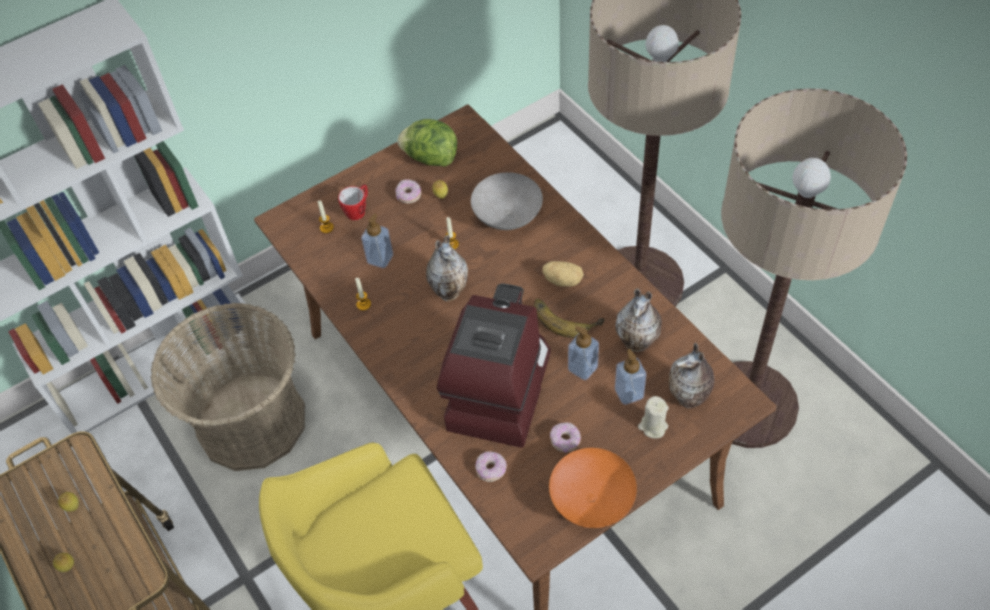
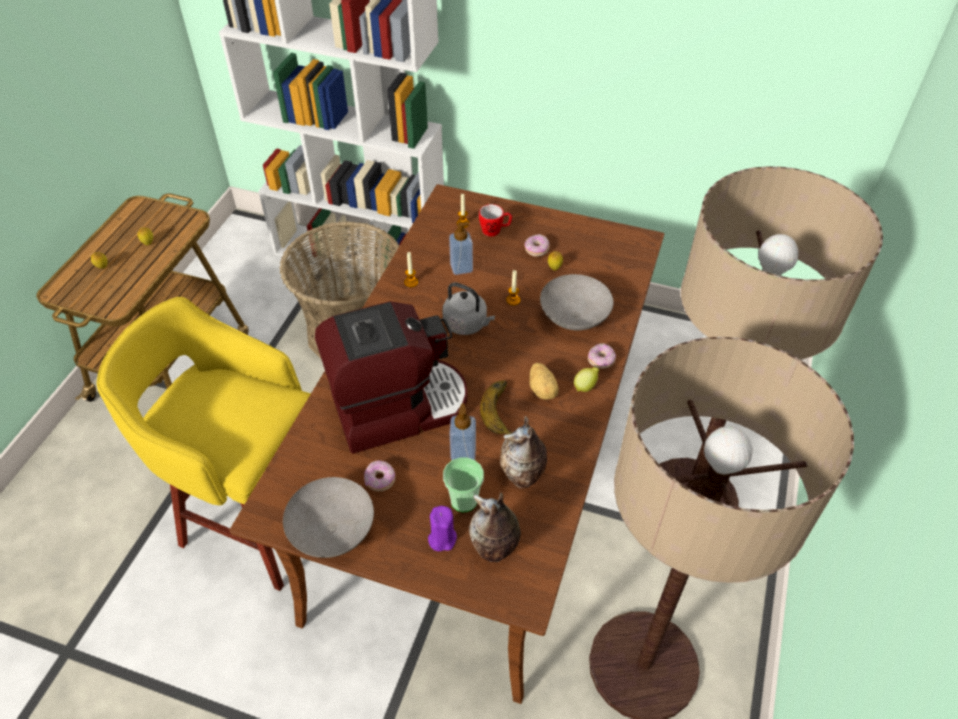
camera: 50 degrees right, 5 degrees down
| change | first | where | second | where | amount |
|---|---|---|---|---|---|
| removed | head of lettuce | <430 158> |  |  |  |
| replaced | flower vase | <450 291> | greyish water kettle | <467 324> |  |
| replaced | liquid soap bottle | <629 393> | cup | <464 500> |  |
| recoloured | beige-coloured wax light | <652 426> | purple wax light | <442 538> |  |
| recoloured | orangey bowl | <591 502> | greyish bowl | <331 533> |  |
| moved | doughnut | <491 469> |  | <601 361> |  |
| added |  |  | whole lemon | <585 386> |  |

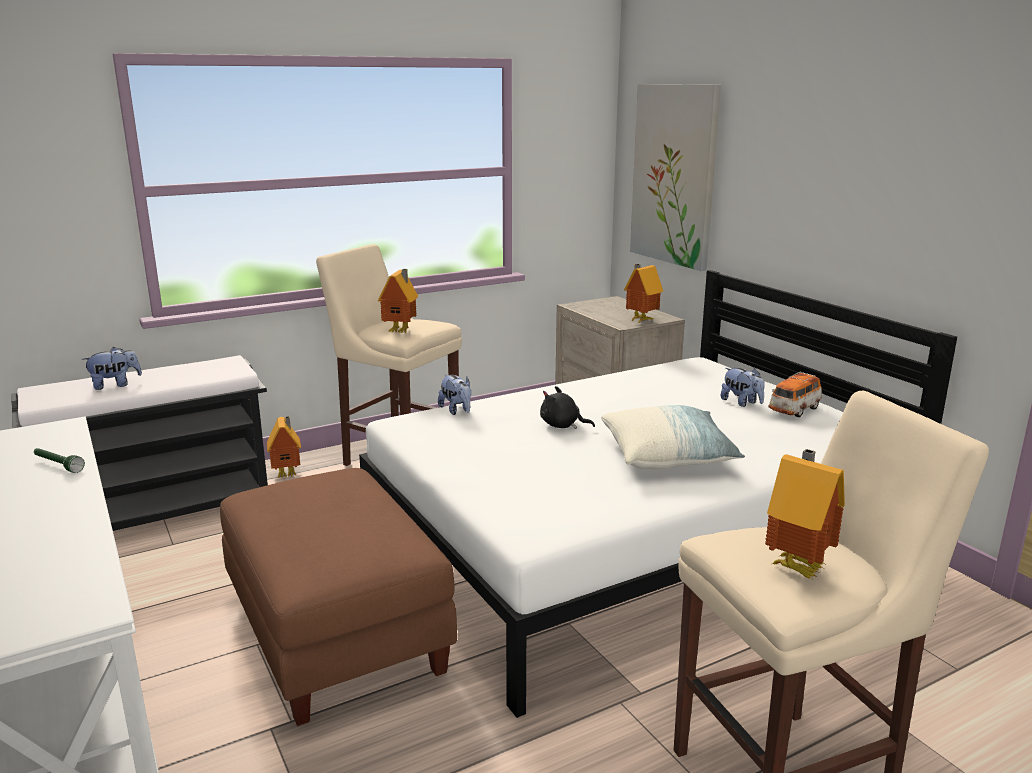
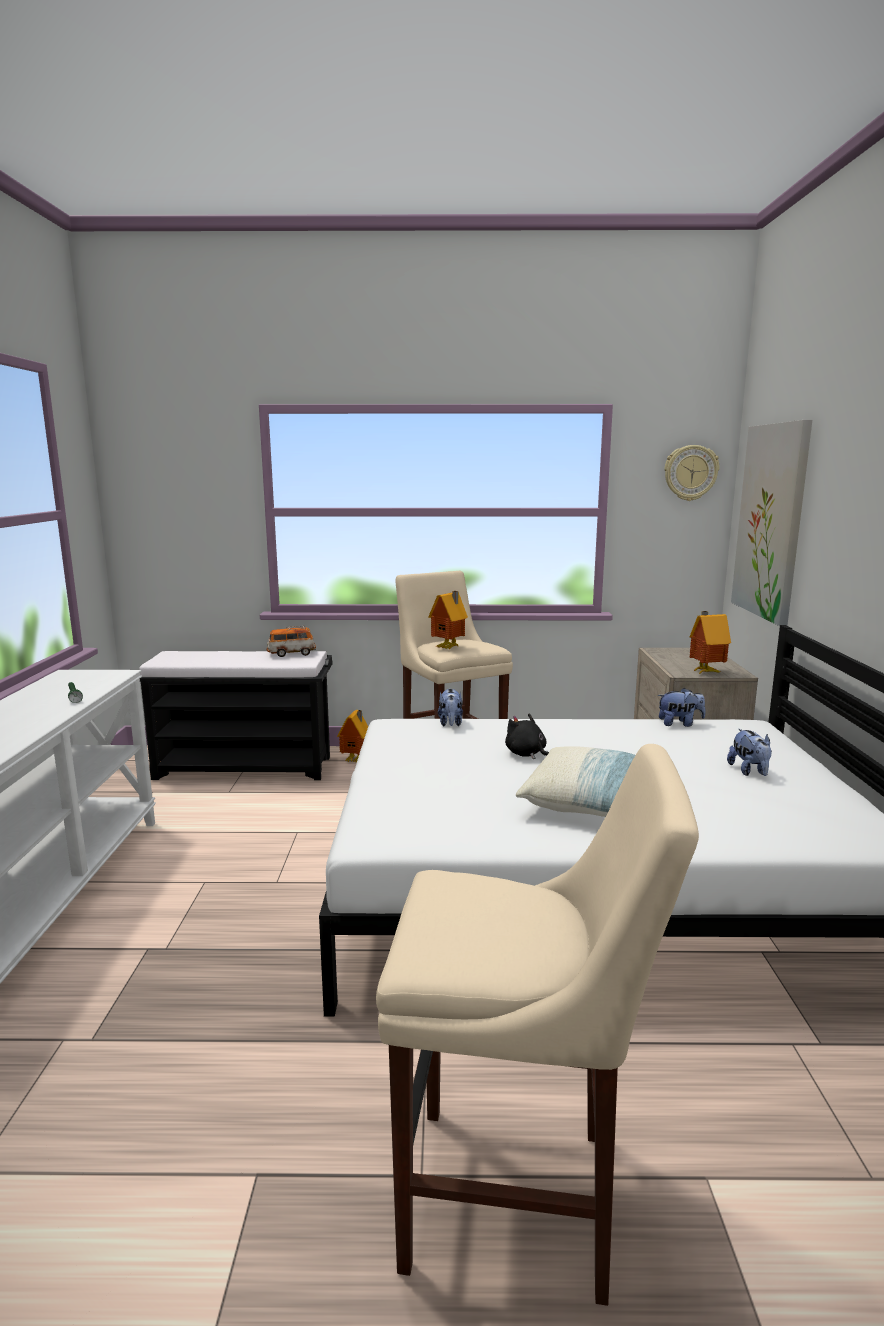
camera: 30 degrees right, 5 degrees down
| change | first | where | second | where | amount |
|---|---|---|---|---|---|
| moved | cuddly toy | <115 385> |  | <679 724> |  |
| moved | model car | <794 410> |  | <291 654> |  |
| removed | toy house | <798 567> |  |  |  |
| removed | brownish ottoman | <339 634> |  |  |  |
| added |  |  | clock on the wall | <690 473> |  |

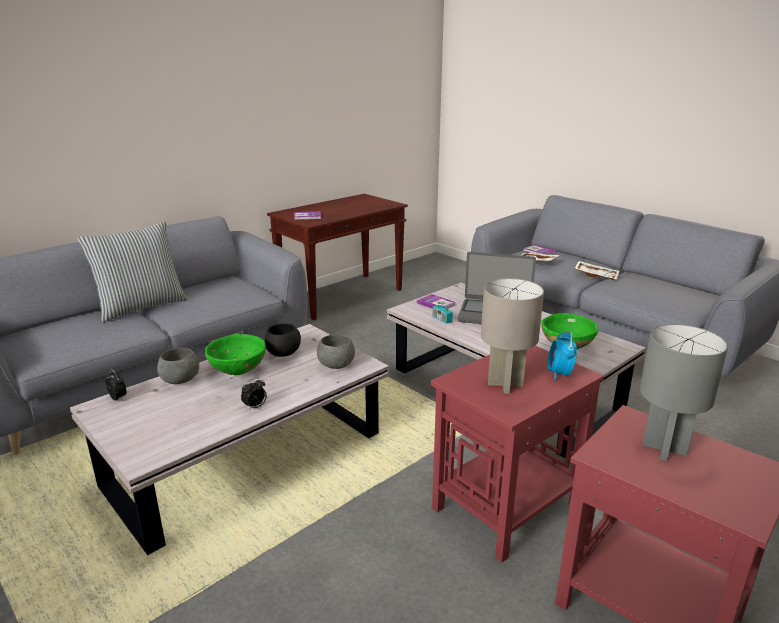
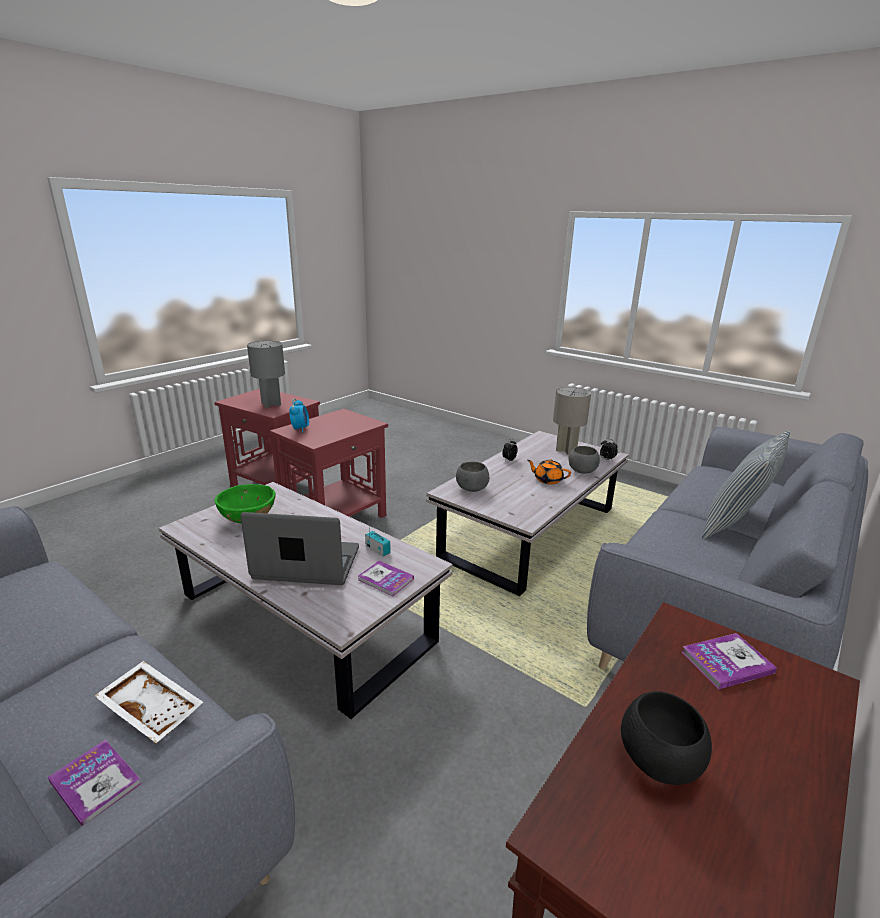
camera: 170 degrees right, 0 degrees up
| change | first | where | second | where | amount |
|---|---|---|---|---|---|
| removed | white-coloured serving tray | <596 275> |  |  |  |
| moved | greyish table lamp | <504 384> |  | <566 451> |  |
| moved | blackish bowl | <284 354> |  | <657 763> |  |
| replaced | greenish bowl | <238 371> | orangey tea pot | <547 480> |  |

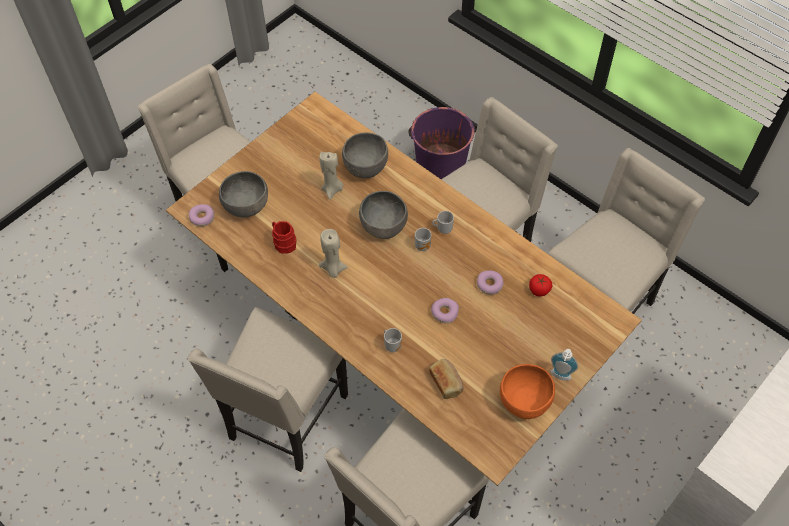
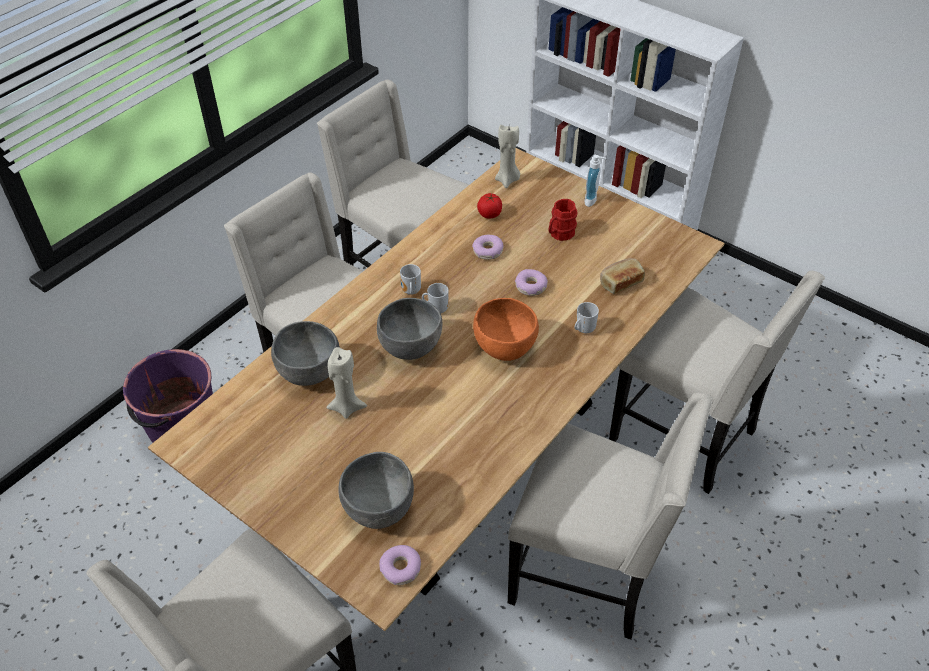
camera: 95 degrees left, 10 degrees down
| change | first | where | second | where | amount |
|---|---|---|---|---|---|
| moved | reddish mug | <283 242> |  | <559 234> |  |
| moved | beige-coloured wax light | <333 269> |  | <507 180> |  |
| moved | orangey bowl | <523 402> |  | <505 349> |  |

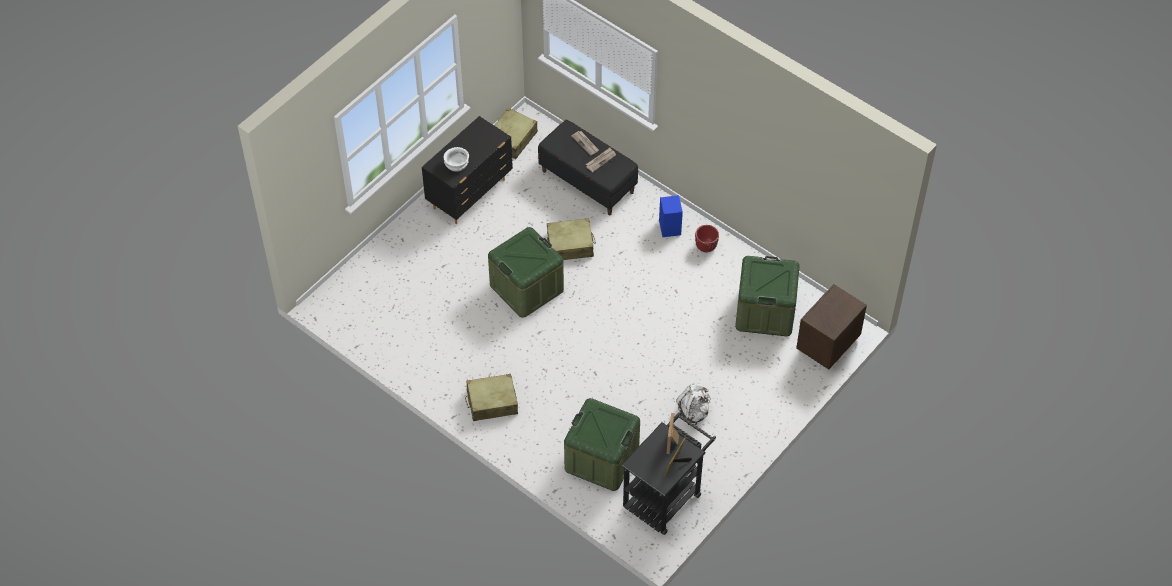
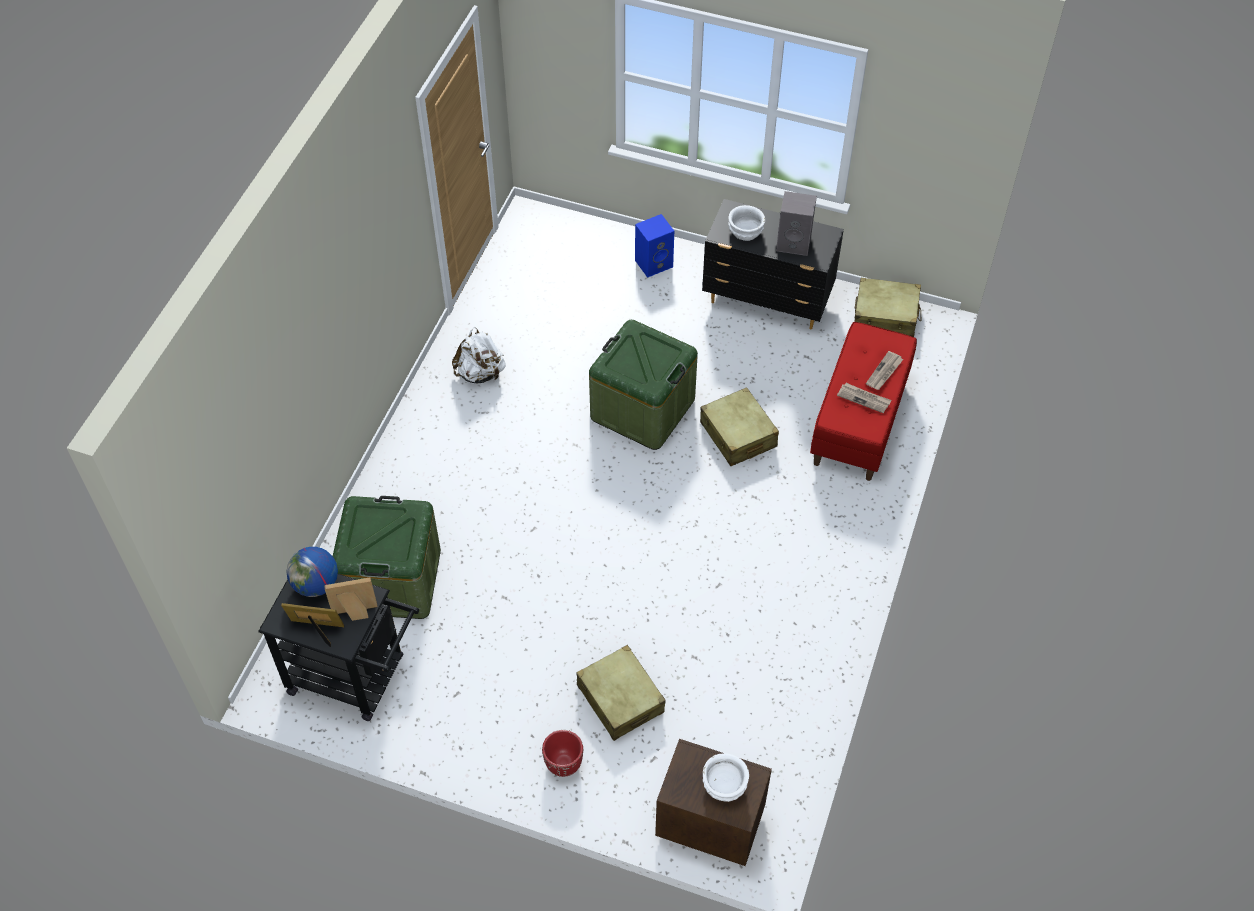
camera: 70 degrees right, 0 degrees up
| change | first | where | second | where | amount |
|---|---|---|---|---|---|
| recoloured | blackish bench | <588 181> | reddish bench | <859 422> |  |
| moved | blue-coloured speaker | <669 227> |  | <654 263> |  |
| moved | reddish flower pot | <706 247> |  | <563 764> |  |
| removed | greenish storage bin | <765 311> |  |  |  |
| moved | beige-coloured travel case | <492 402> |  | <620 699> |  |
| moved | white-coloured knapsack | <694 412> |  | <480 373> |  |
| added |  |  | greyish speaker | <794 242> |  |
| added |  |  | world globe | <316 584> |  |
| added |  |  | white-coloured bowl | <725 785> |  |

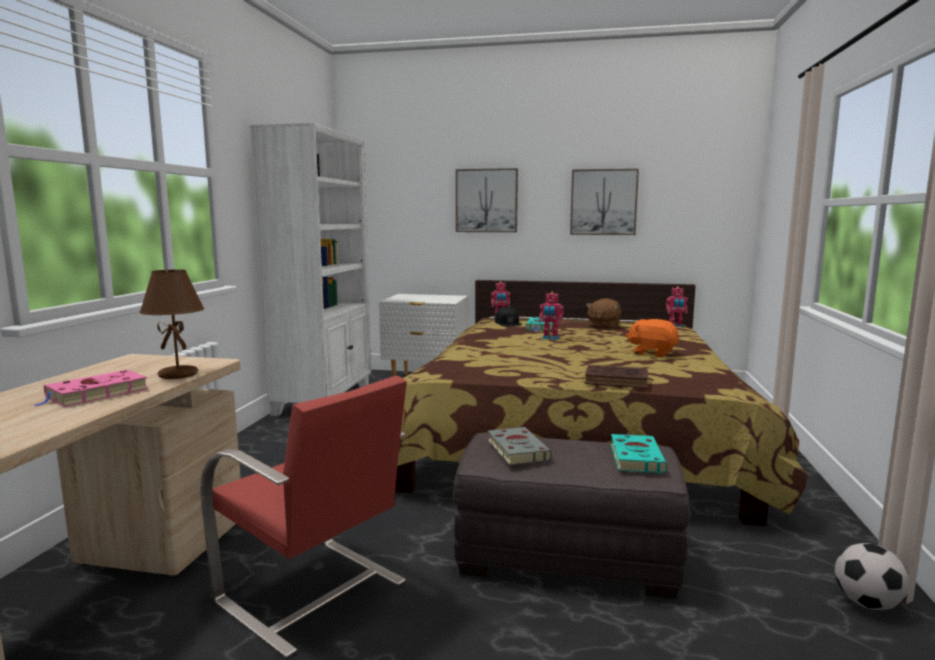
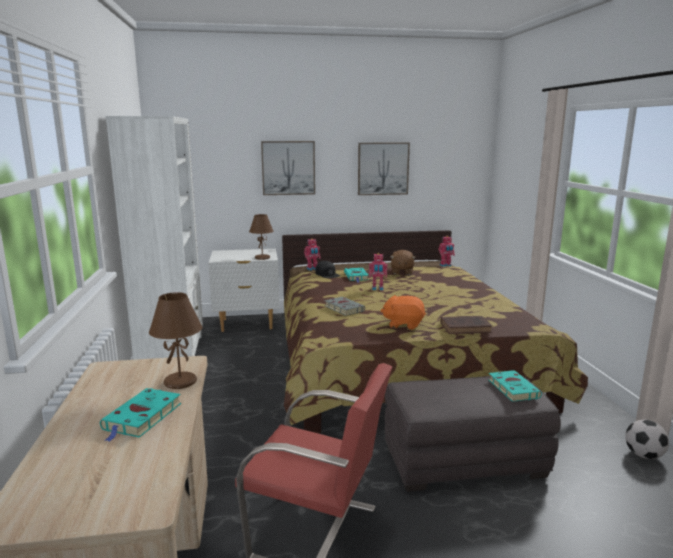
camera: 20 degrees left, 5 degrees up
| change | first | where | second | where | amount |
|---|---|---|---|---|---|
| moved | orangey cuddly toy | <652 353> |  | <403 324> |  |
| recoloured | pink book | <95 394> | turquoise book | <141 417> |  |
| moved | greyish book | <516 449> |  | <343 308> |  |
| added |  |  | brownish table lamp | <262 258> |  |

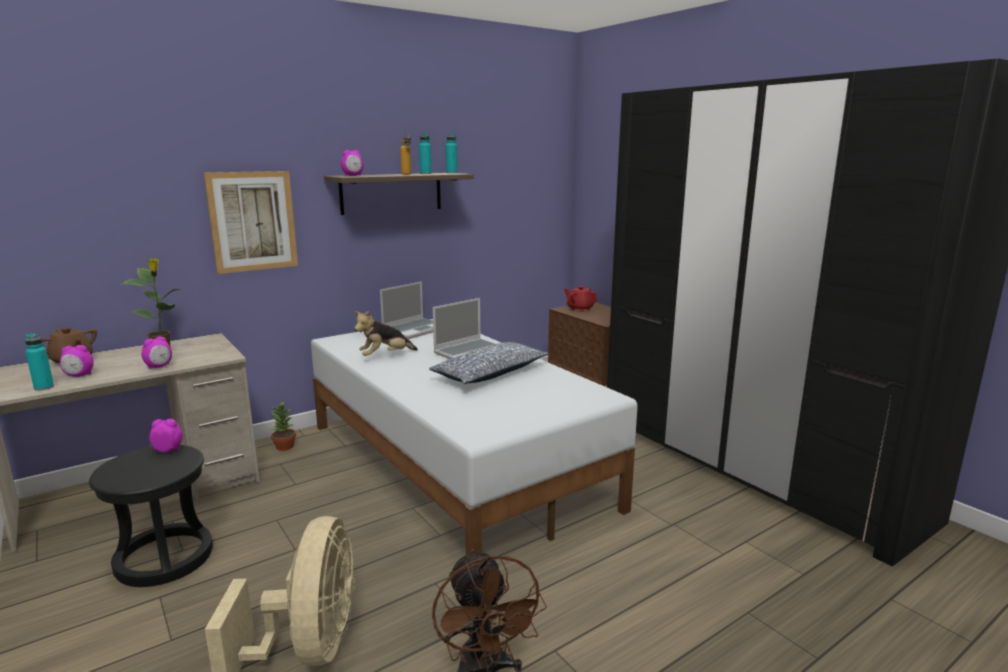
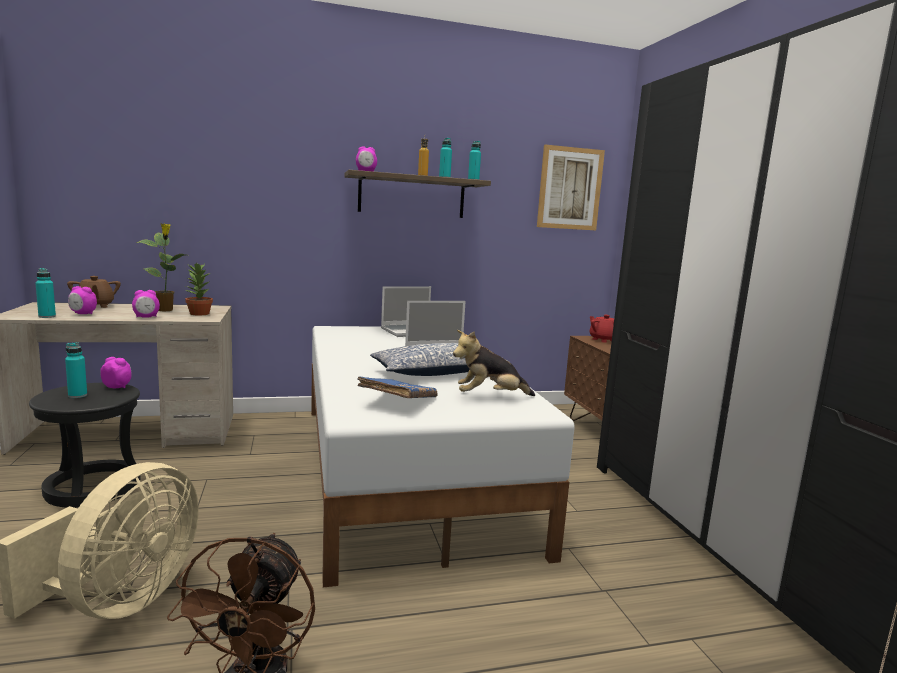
camera: 20 degrees right, 5 degrees down
| change | first | where | second | where | amount |
|---|---|---|---|---|---|
| moved | picture | <253 221> |  | <570 188> |  |
| moved | cuddly toy | <385 356> |  | <490 397> |  |
| moved | plant in a pot | <284 447> |  | <199 314> |  |
| added |  |  | turquoise bottle | <77 395> |  |
| added |  |  | blue-coloured book | <397 401> |  |

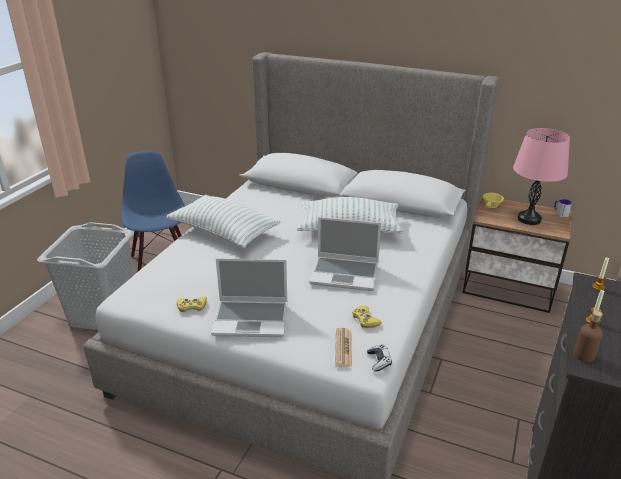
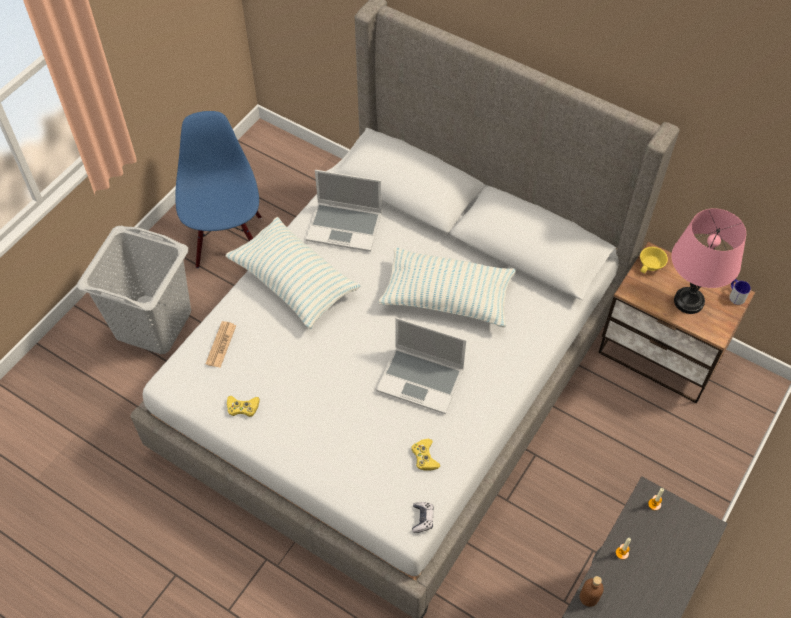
camera: 10 degrees right, 25 degrees up
| change | first | where | second | where | amount |
|---|---|---|---|---|---|
| moved | laptop | <252 319> |  | <345 227> |  |
| moved | newspaper | <343 348> |  | <221 345> |  |

